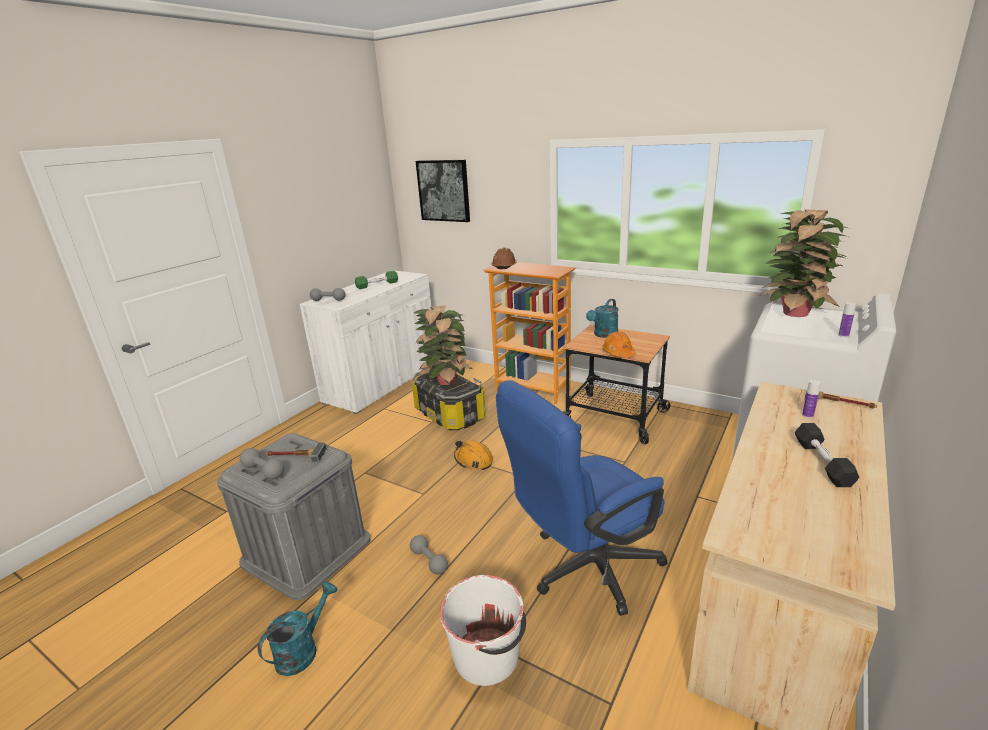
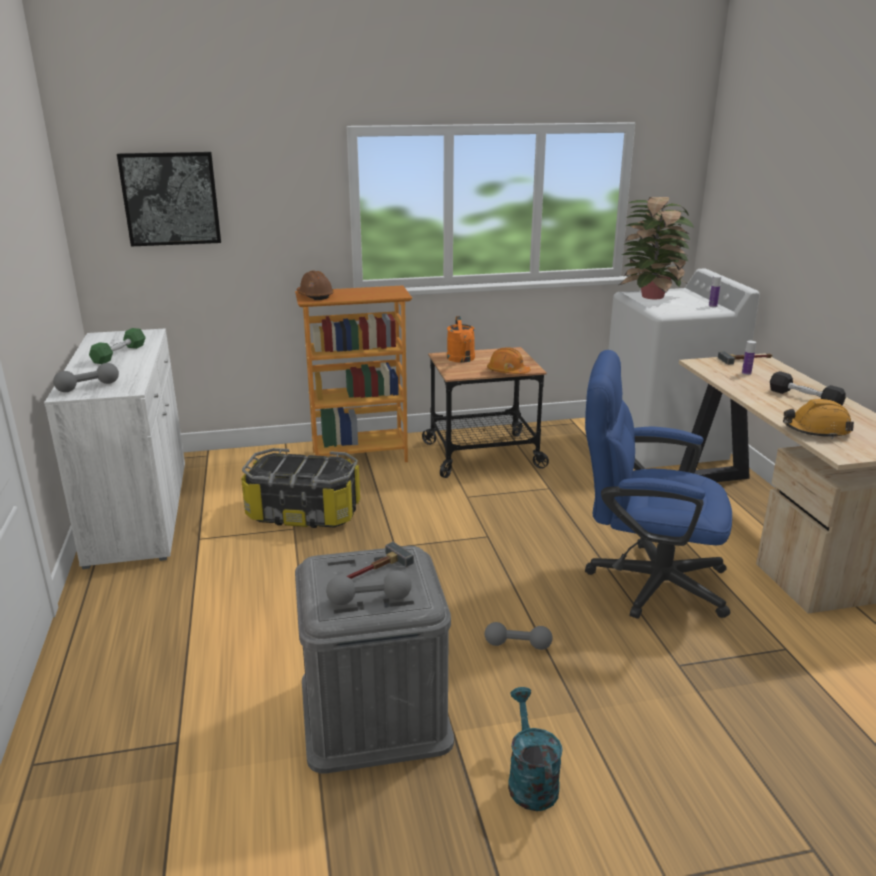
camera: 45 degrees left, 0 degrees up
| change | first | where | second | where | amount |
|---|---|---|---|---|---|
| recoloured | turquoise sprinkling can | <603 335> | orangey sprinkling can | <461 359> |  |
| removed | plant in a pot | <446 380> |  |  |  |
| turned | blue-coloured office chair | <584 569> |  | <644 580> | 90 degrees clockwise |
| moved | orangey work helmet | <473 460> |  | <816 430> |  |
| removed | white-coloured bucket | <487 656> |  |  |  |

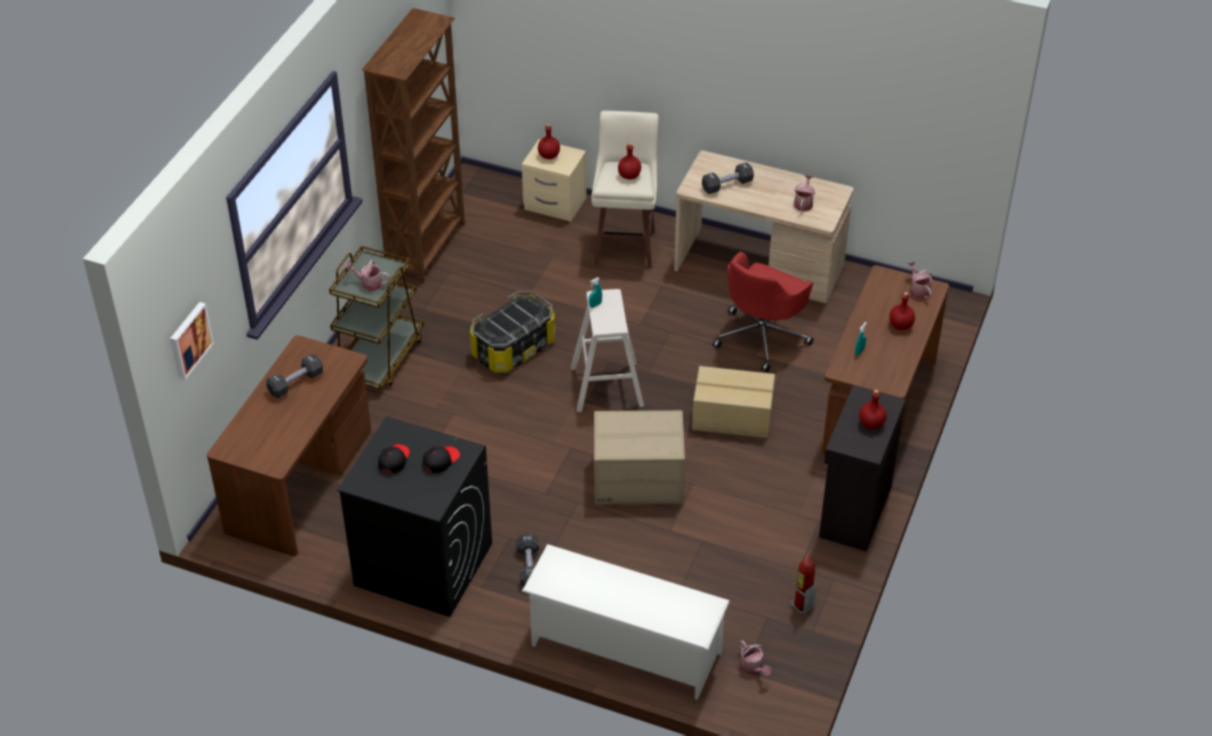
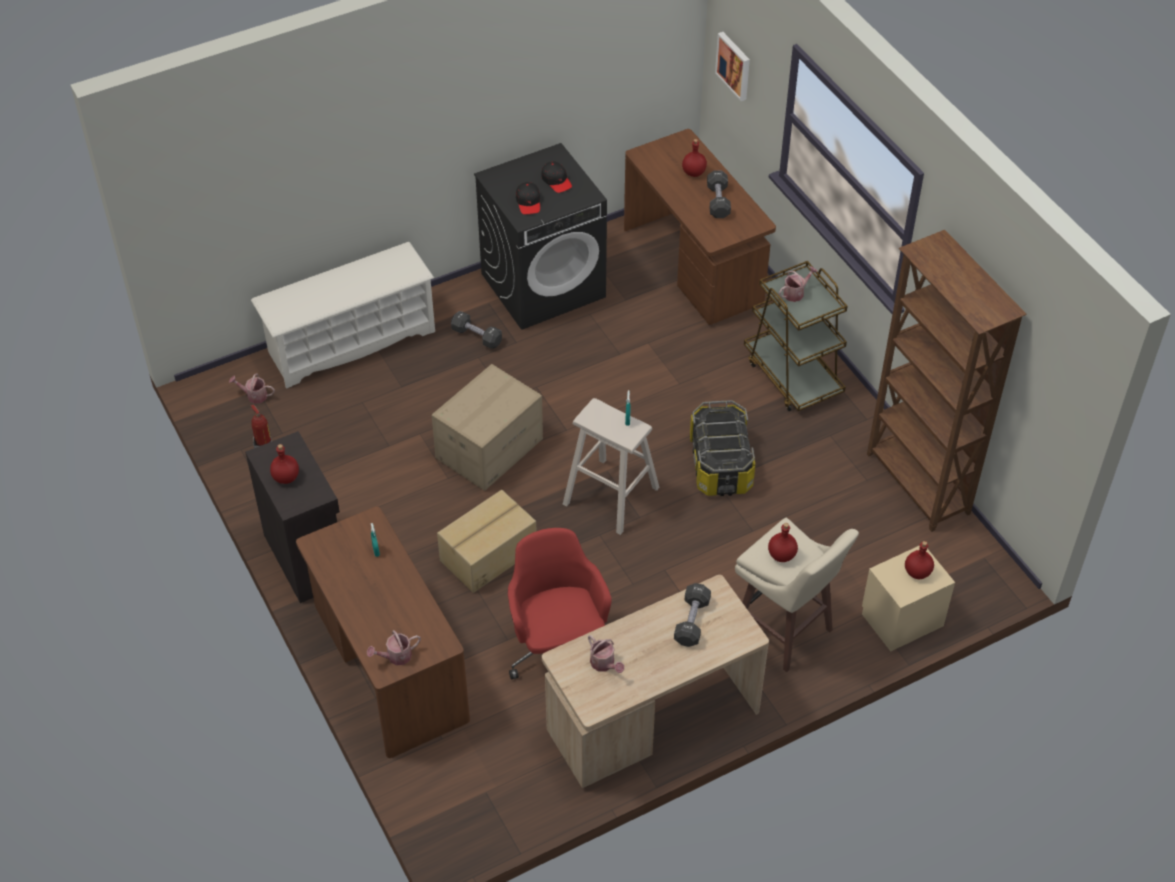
camera: 130 degrees right, 5 degrees up
| change | first | where | second | where | amount |
|---|---|---|---|---|---|
| turned | sprinkling can | <918 290> |  | <395 656> | 135 degrees clockwise |
| moved | reddish bottle | <900 326> |  | <693 172> |  |

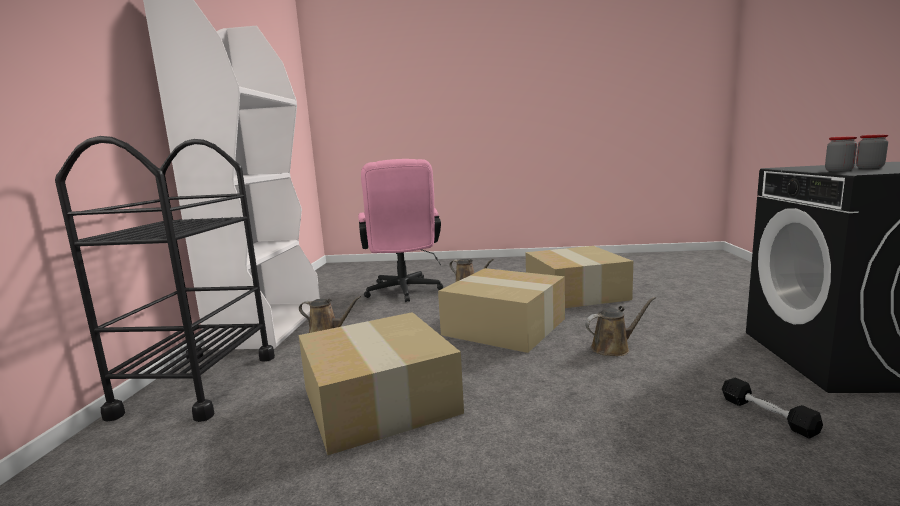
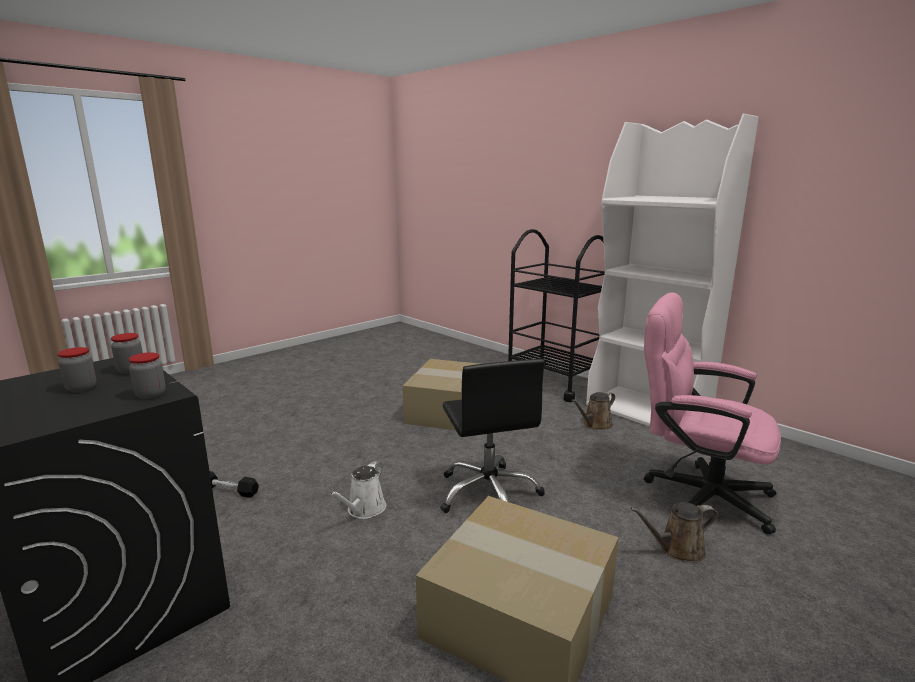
camera: 130 degrees right, 5 degrees up
| change | first | where | second | where | amount |
|---|---|---|---|---|---|
| replaced | carton | <506 326> | blackish office chair | <489 493> |  |
| recoloured | brownish sprinkling can | <613 348> | white-coloured sprinkling can | <364 510> |  |
| added |  |  | storage jar | <150 394> |  |

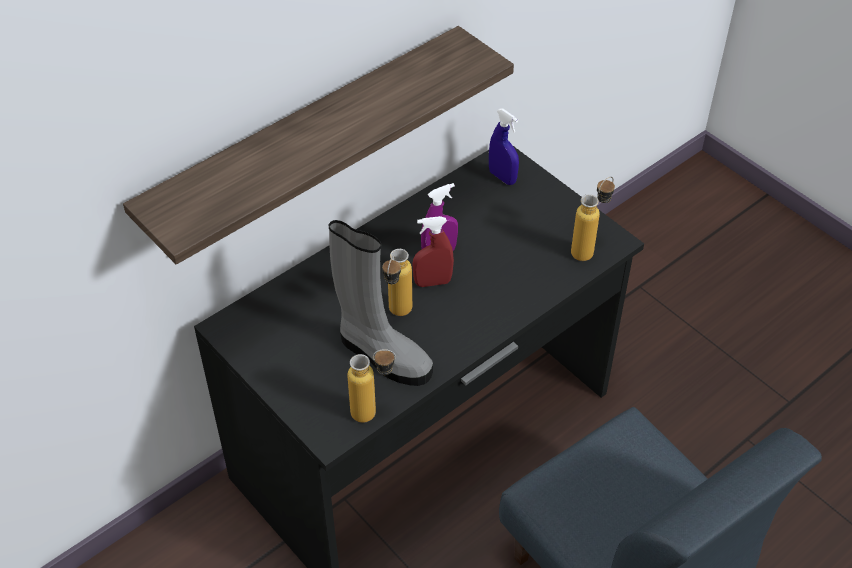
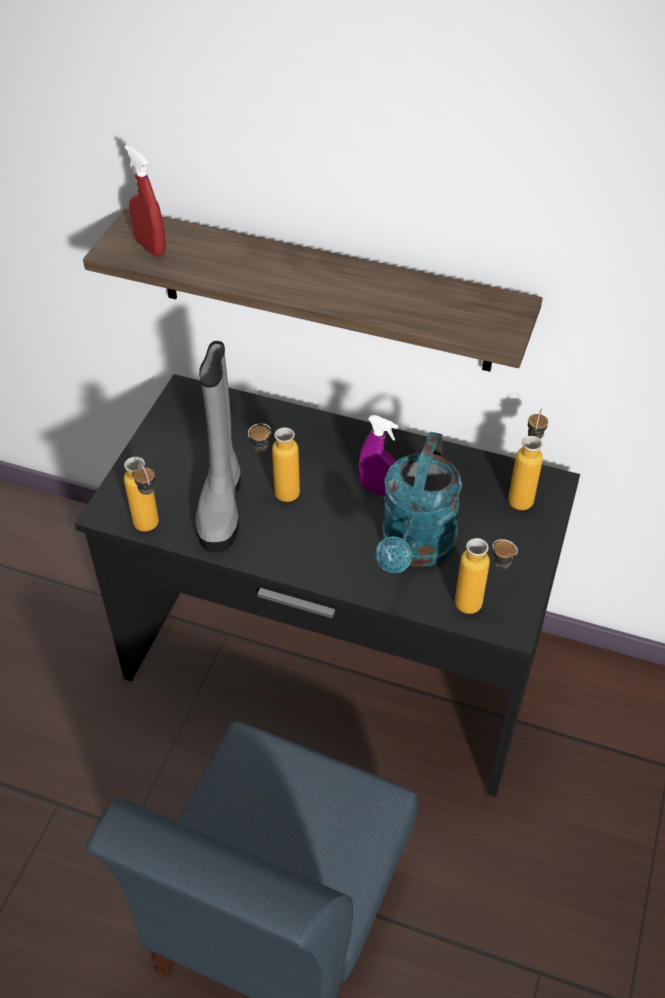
camera: 60 degrees right, 0 degrees up
| change | first | where | second | where | amount |
|---|---|---|---|---|---|
| replaced | blue-coloured hand sprayer | <502 177> | bottle | <522 494> |  |
| moved | reddish hand sprayer | <432 282> |  | <150 248> |  |
| added |  |  | turquoise sprinkling can | <415 549> |  |

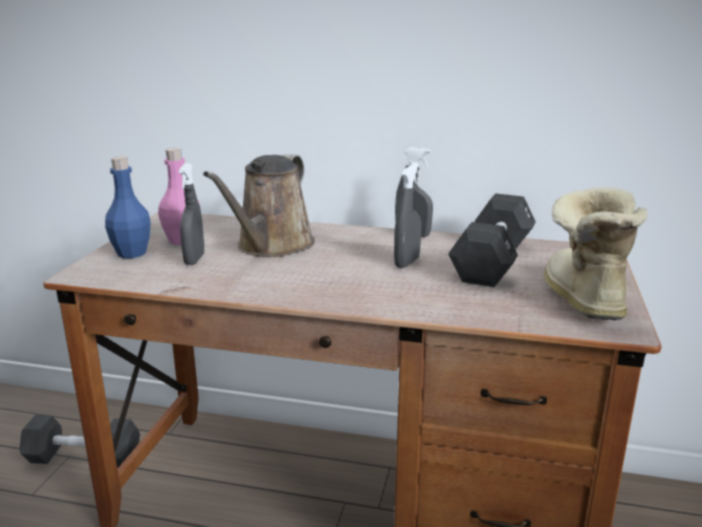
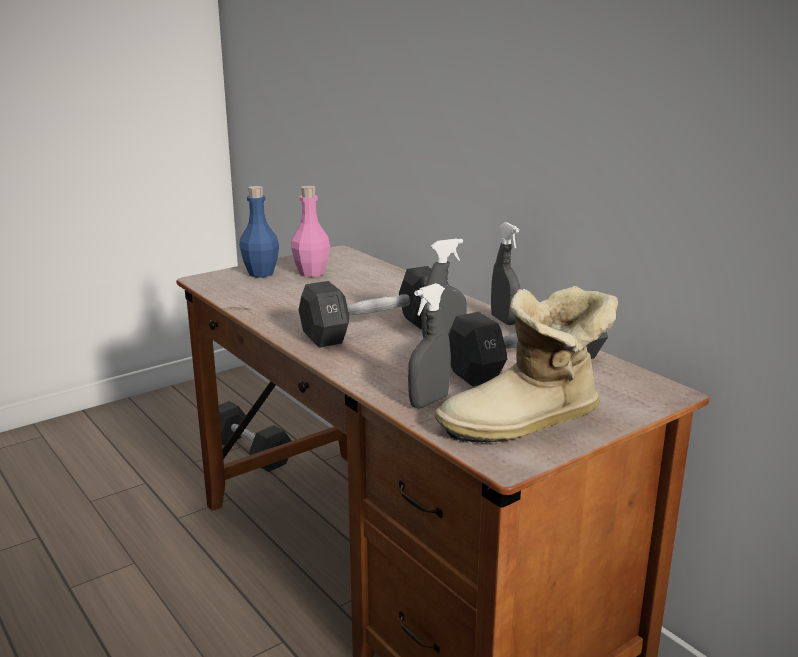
camera: 40 degrees right, 0 degrees up
| change | first | where | second | where | amount |
|---|---|---|---|---|---|
| removed | brownish sprinkling can | <271 246> |  |  |  |
| moved | greyish hand sprayer | <194 260> |  | <429 402> |  |
| turned | high-top boot | <579 299> |  | <527 424> | 150 degrees counterclockwise |
| added |  |  | blackish hand weight | <375 330> |  |

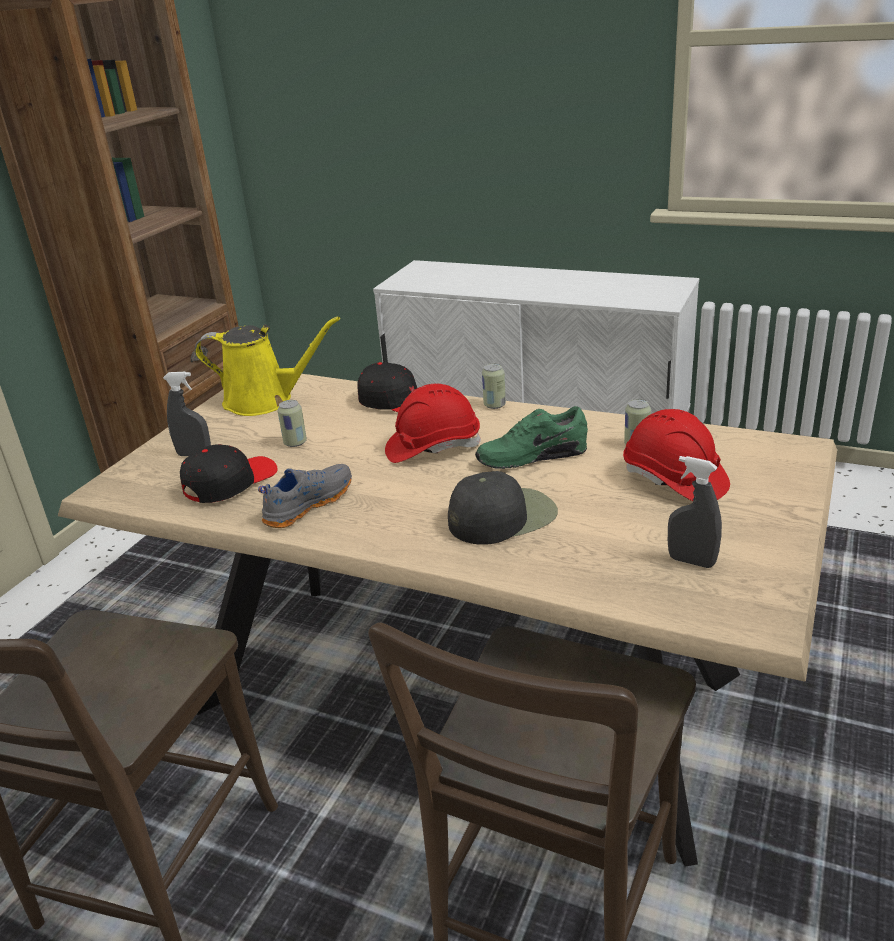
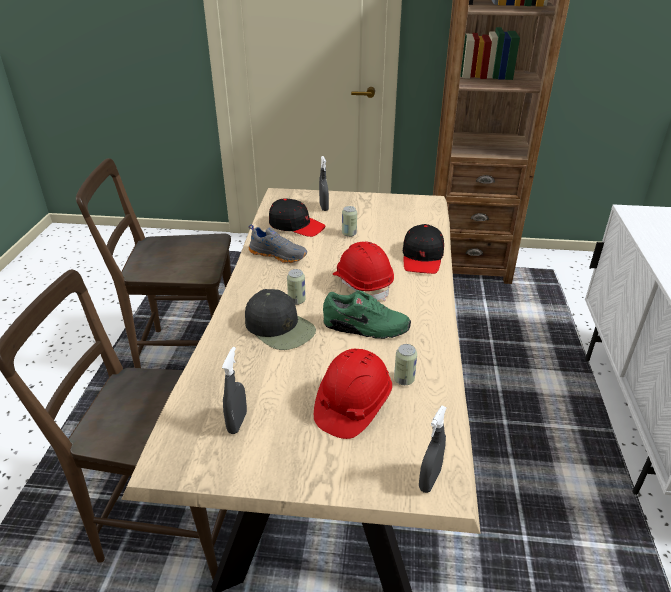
camera: 70 degrees right, 5 degrees up
| change | first | where | second | where | amount |
|---|---|---|---|---|---|
| removed | yellow-coloured sprinkling can | <265 401> |  |  |  |
| moved | metal can | <494 405> |  | <296 300> |  |
| turned | greenish shoe | <531 456> |  | <365 328> | 135 degrees clockwise |
| added |  |  | greyish hand sprayer | <429 480> |  |

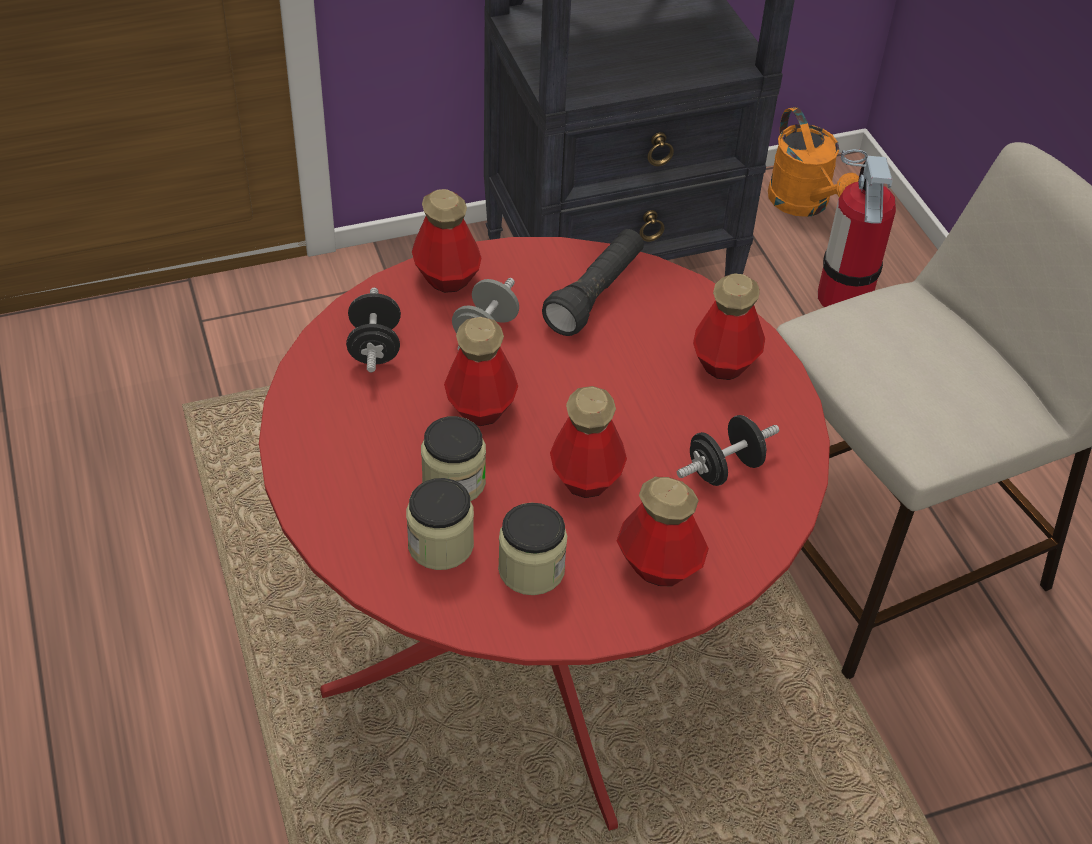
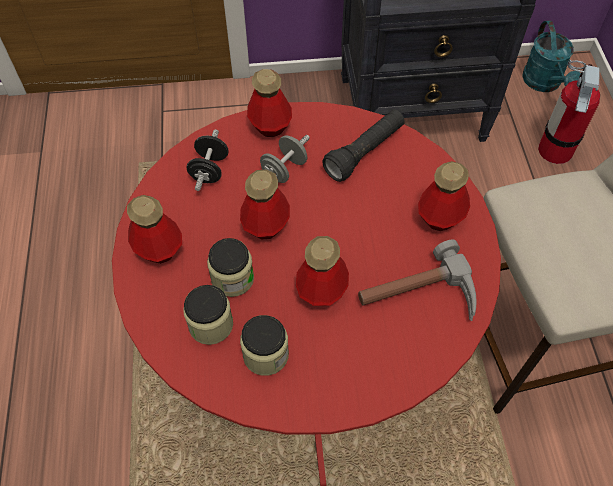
camera: 15 degrees right, 10 degrees up
| change | first | where | second | where | amount |
|---|---|---|---|---|---|
| recoloured | orangey sprinkling can | <804 204> | turquoise sprinkling can | <544 84> |  |
| replaced | blackish hand weight | <724 468> | tool hammer | <418 299> |  |
| moved | bottle | <659 566> |  | <159 249> |  |

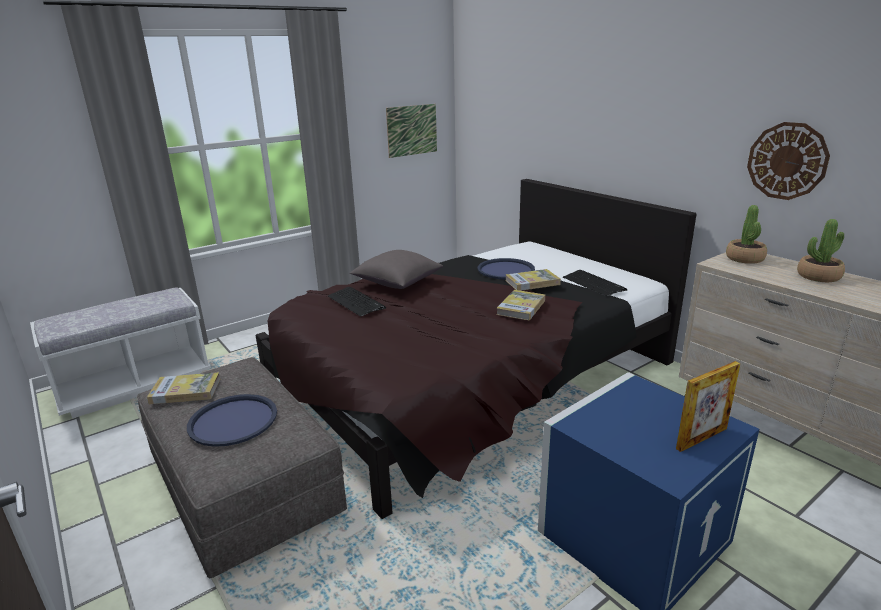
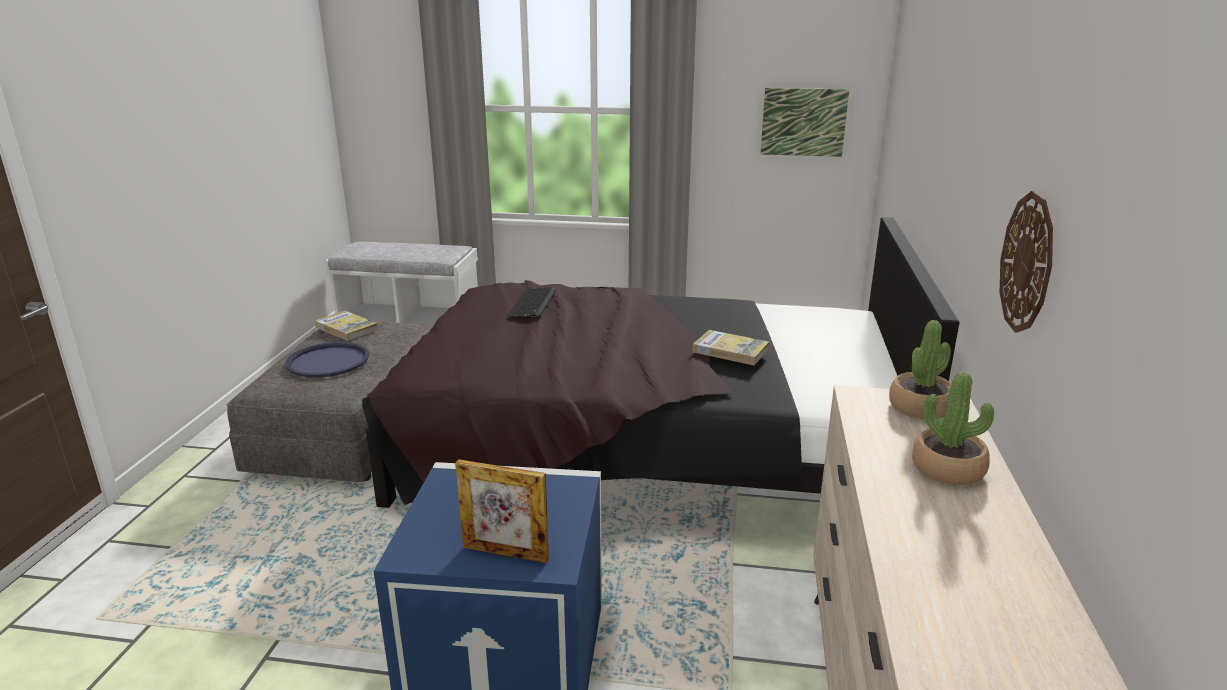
camera: 45 degrees right, 0 degrees up
| change | first | where | second | where | amount |
|---|---|---|---|---|---|
| removed | greyish pillow | <397 283> |  |  |  |
| removed | blue-coloured serving tray | <506 270> |  |  |  |
| removed | keyboard | <593 284> |  |  |  |
| removed | book | <521 307> |  |  |  |

